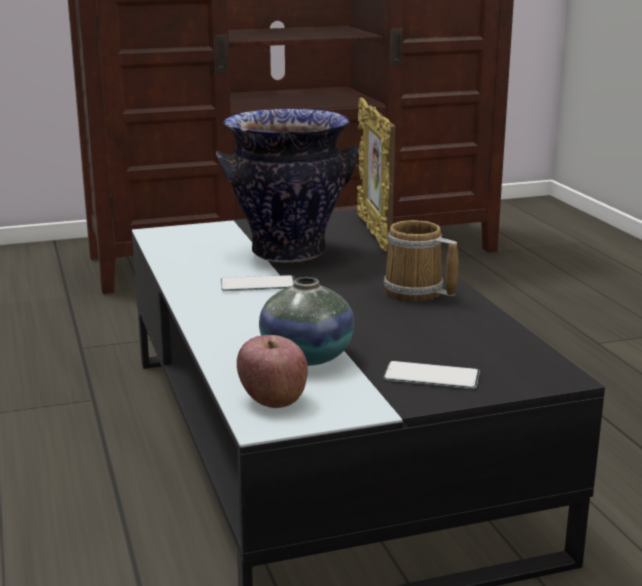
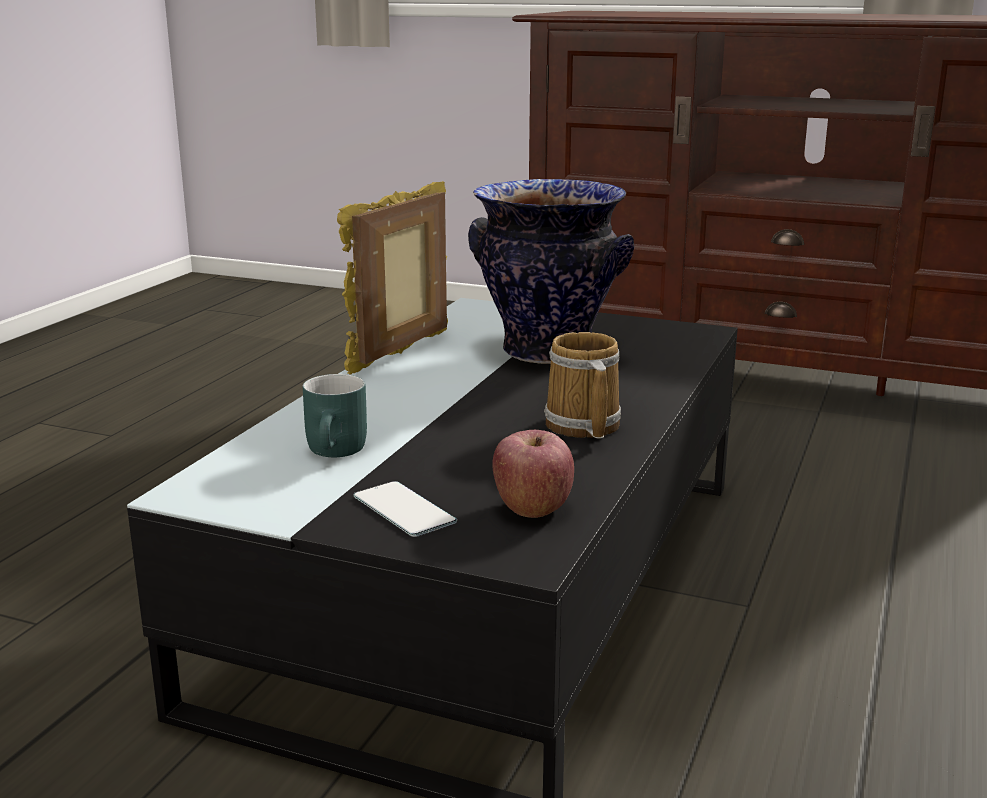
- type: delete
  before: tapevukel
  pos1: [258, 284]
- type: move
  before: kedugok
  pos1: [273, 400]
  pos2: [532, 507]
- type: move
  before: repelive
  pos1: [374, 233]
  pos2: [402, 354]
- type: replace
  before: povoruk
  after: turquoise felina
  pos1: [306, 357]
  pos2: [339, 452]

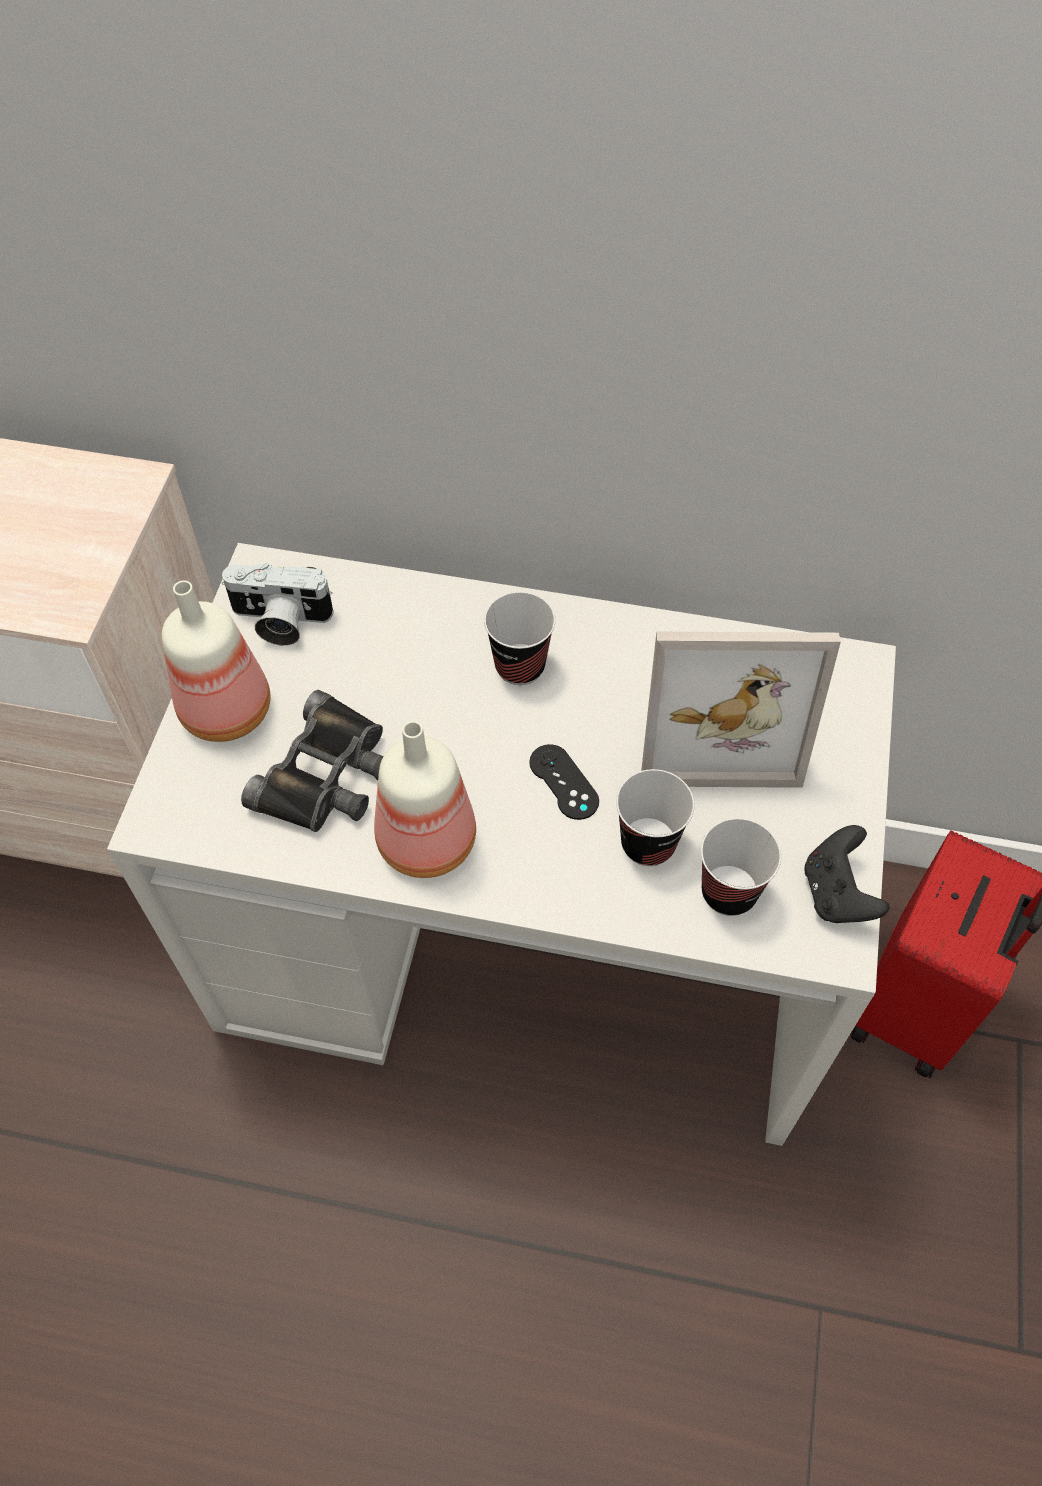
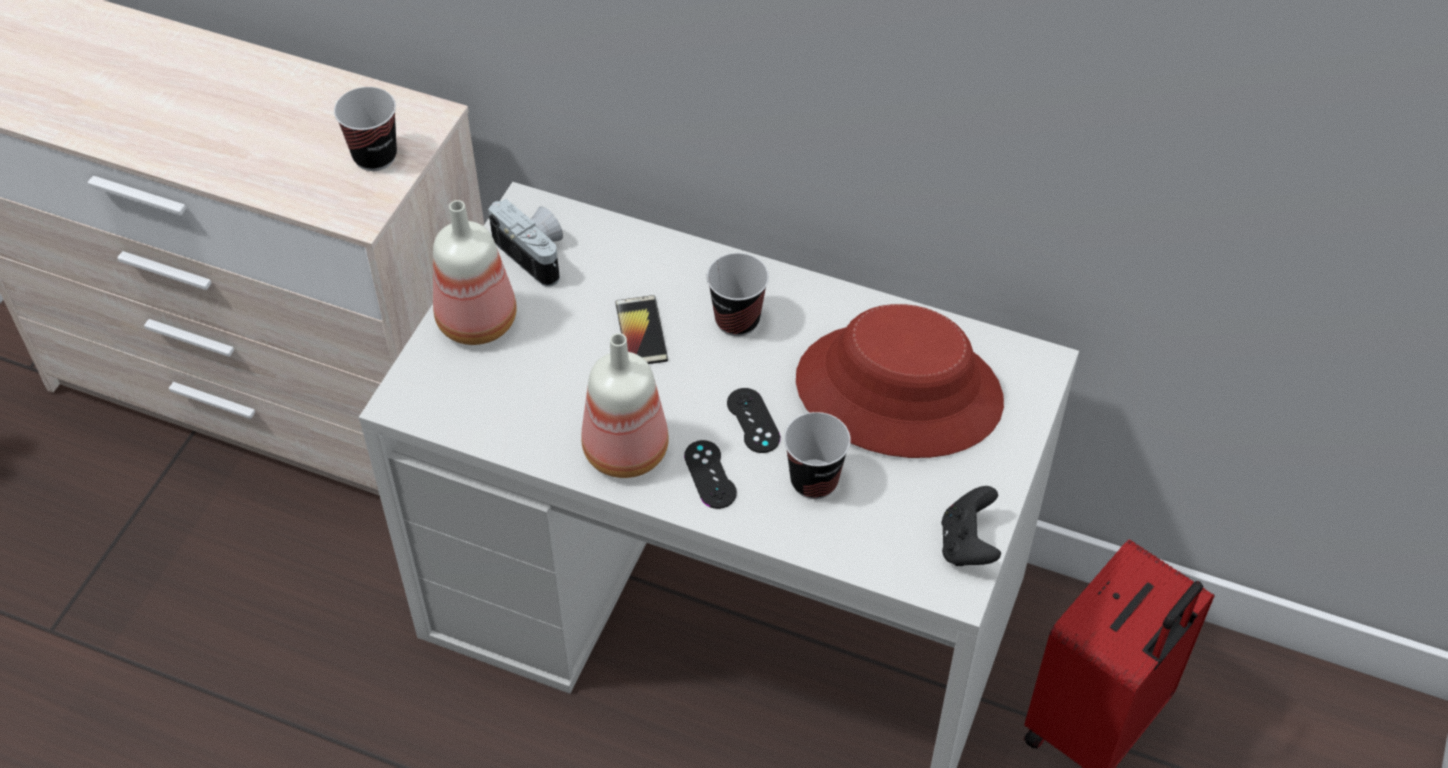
- type: delete
  before: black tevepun
  pos1: [327, 775]
- type: insert
  after: tapevukel
  pos2: [641, 332]
- type: insert
  after: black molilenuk
  pos2: [710, 474]
- type: move
  before: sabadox
  pos1: [729, 892]
  pos2: [375, 156]
- type: replace
  before: repelive
  after: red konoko
  pos1: [716, 722]
  pos2: [899, 391]
- type: rotate
  before: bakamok
  pos1: [279, 621]
  pos2: [536, 253]
  turn: -150

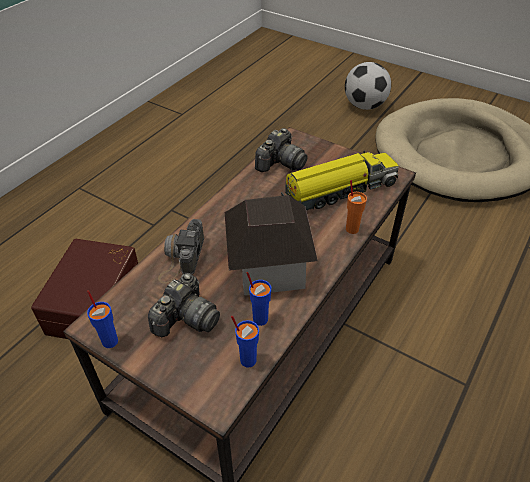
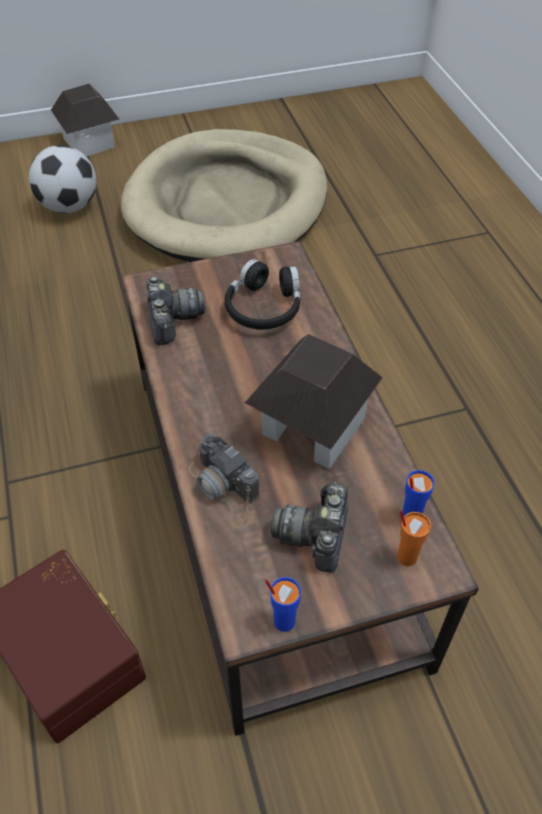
- type: delete
  before: blue sabadox
  pos1: [260, 319]
- type: insert
  after: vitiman
  pos2: [90, 142]
- type: move
  before: orange sabadox
  pos1: [352, 228]
  pos2: [406, 556]
- type: replace
  before: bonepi
  after: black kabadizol
  pos1: [338, 191]
  pos2: [264, 307]
- type: rotate
  before: bakamok
  pos1: [186, 319]
  pos2: [315, 535]
  turn: -150

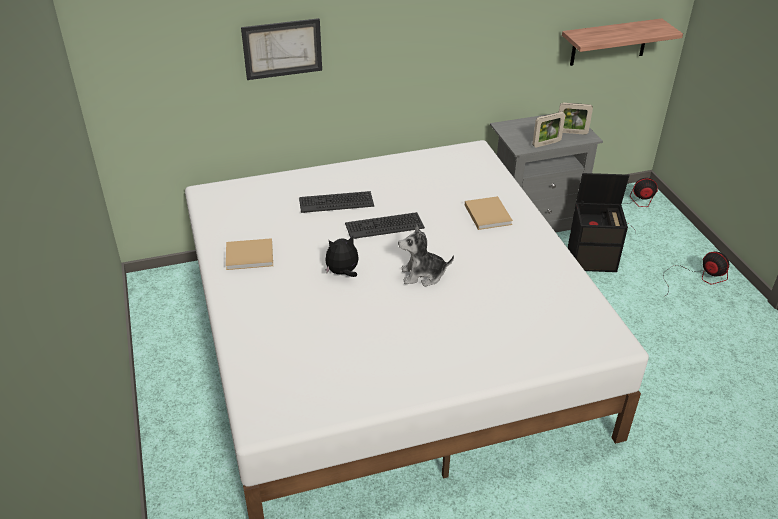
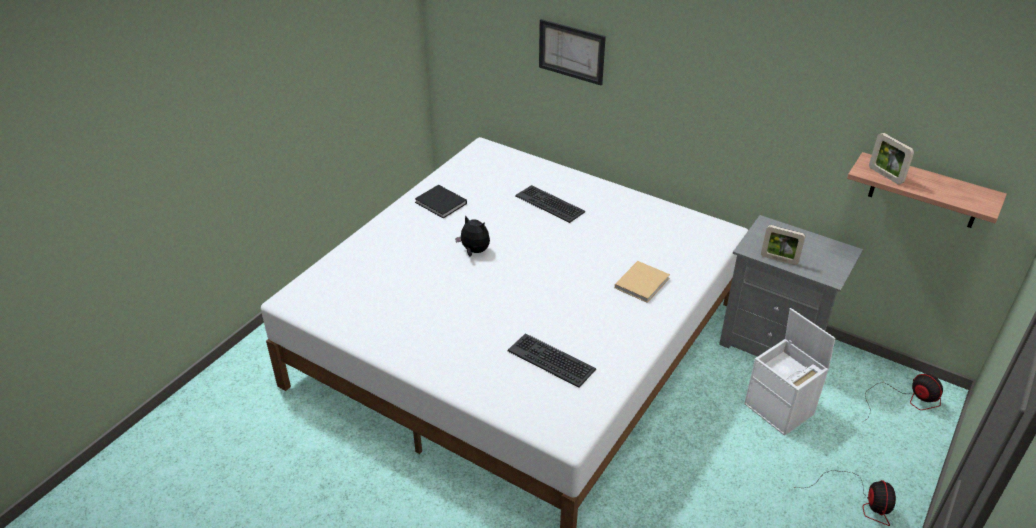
- type: delete
  before: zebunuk
  pos1: [423, 275]
- type: move
  before: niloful
  pos1: [384, 226]
  pos2: [551, 360]
- type: move
  before: repelive
  pos1: [571, 132]
  pos2: [885, 175]
- type: recolor
  before: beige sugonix
  after: black sugonix
  pos1: [251, 256]
  pos2: [442, 203]
- type: recolor
  before: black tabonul
  after: white tabonul
  pos1: [592, 258]
  pos2: [780, 409]

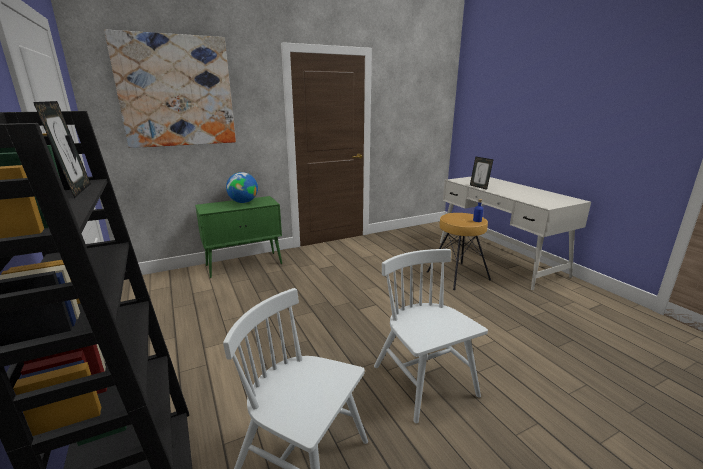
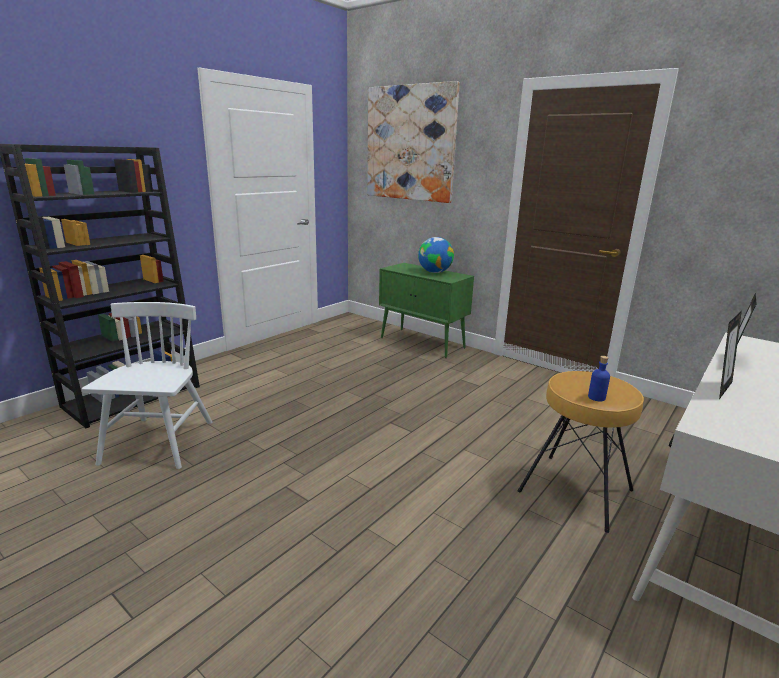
- type: delete
  before: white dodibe
  pos1: [424, 381]
- type: move
  before: repelive
  pos1: [77, 191]
  pos2: [720, 389]

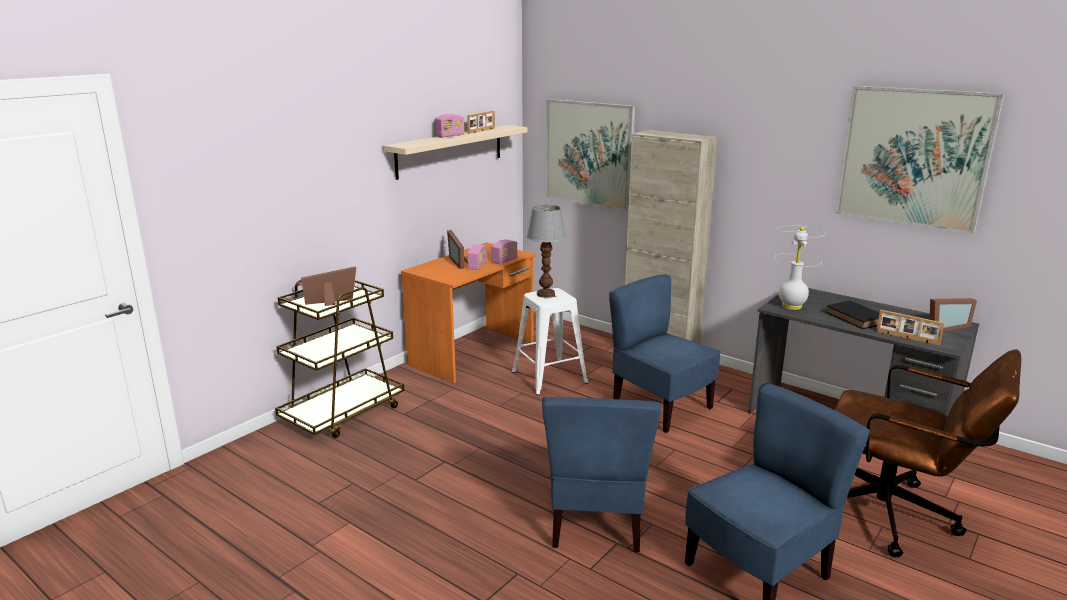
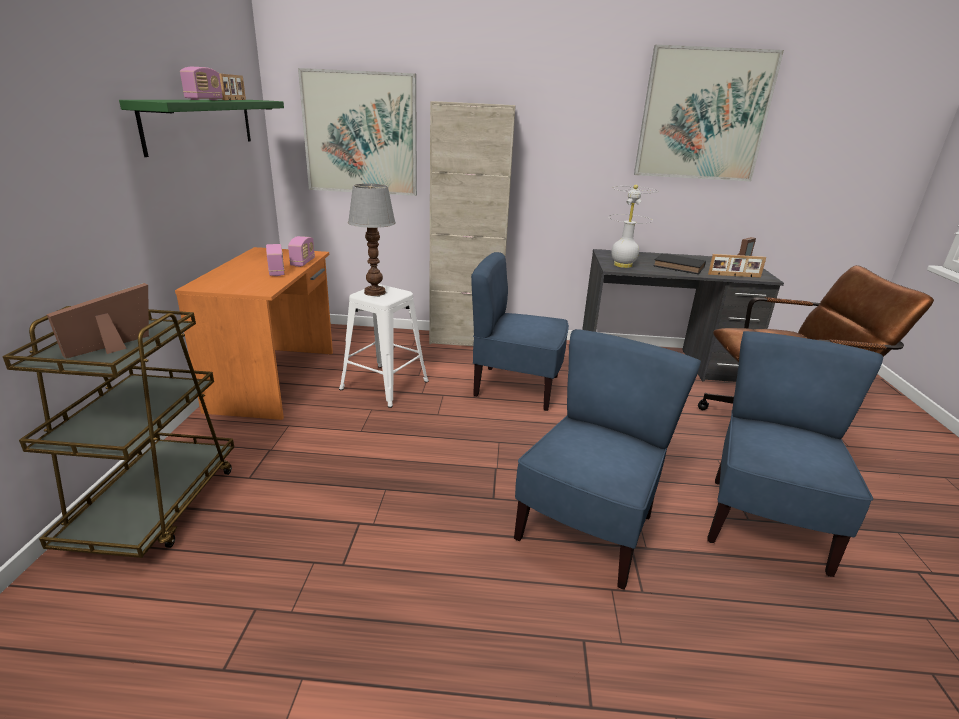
- type: delete
  before: repelive
  pos1: [460, 262]
- type: recolor
  before: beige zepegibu
  after: green zepegibu
  pos1: [450, 151]
  pos2: [201, 124]
- type: rotate
  before: blue dodibe
  pos1: [596, 520]
  pos2: [587, 529]
  turn: -120

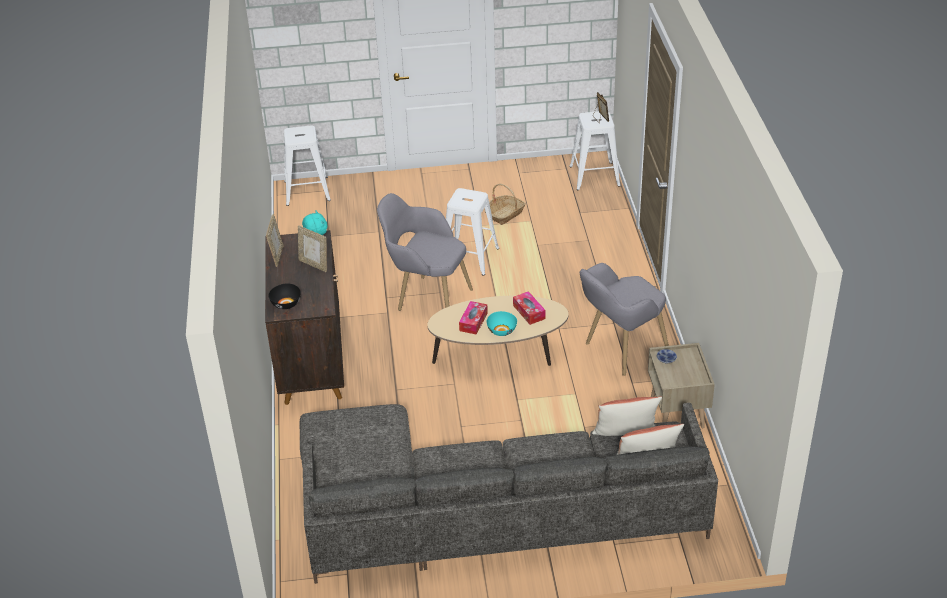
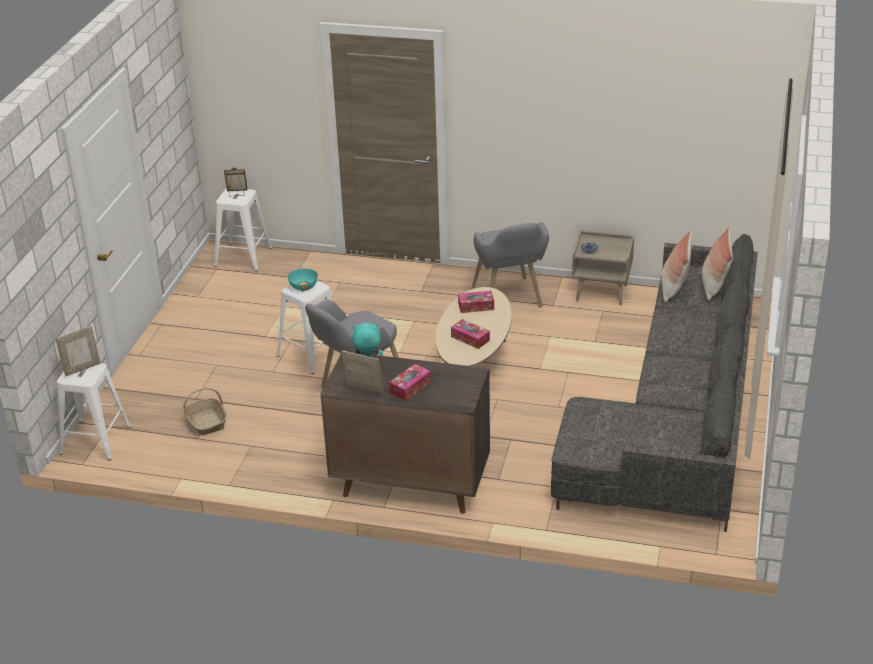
- type: delete
  before: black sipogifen
  pos1: [286, 304]
- type: insert
  after: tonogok
  pos2: [410, 387]
- type: move
  before: repelive
  pos1: [314, 264]
  pos2: [82, 368]
- type: move
  before: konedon
  pos1: [505, 214]
  pos2: [206, 422]
- type: move
  before: turquoise sipogifen
  pos1: [502, 331]
  pos2: [303, 286]

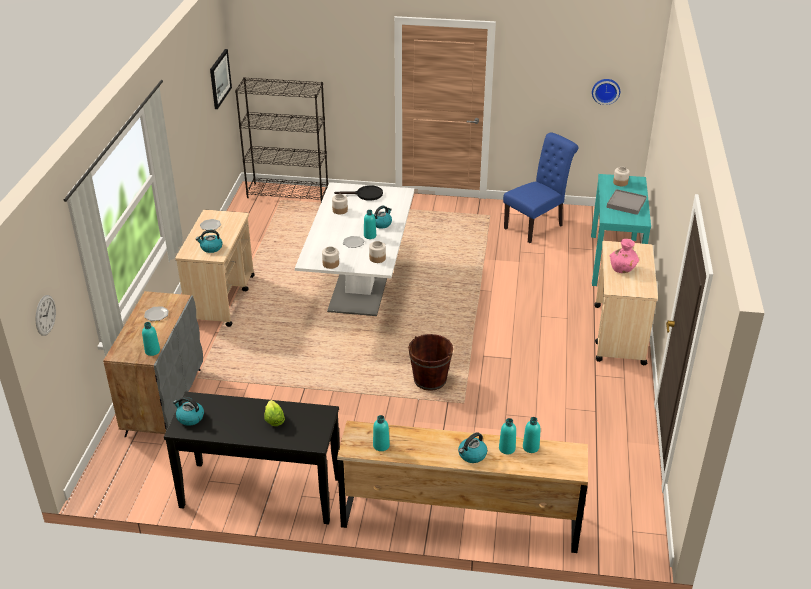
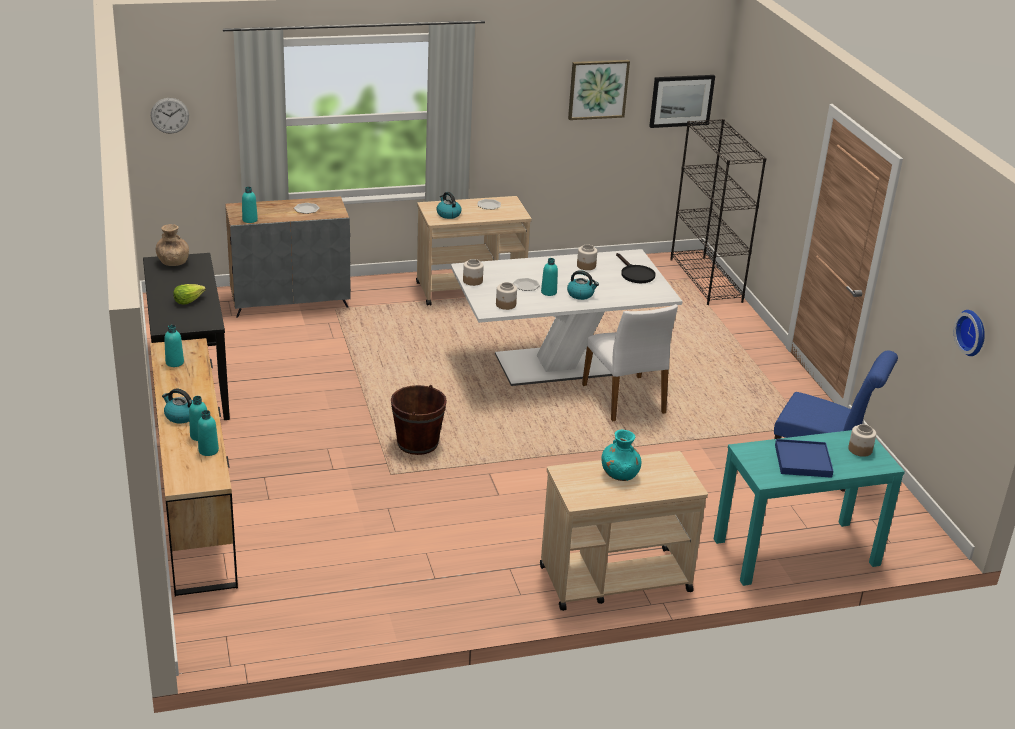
- type: insert
  after: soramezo
  pos2: [598, 89]
- type: insert
  after: white dodibe
  pos2: [625, 399]
- type: replace
  before: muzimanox
  after: brown povoruk
  pos1: [190, 418]
  pos2: [173, 262]
- type: recolor
  before: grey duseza
  after: blue duseza
  pos1: [626, 204]
  pos2: [802, 461]
- type: recolor
  before: pink povoruk
  after: turquoise povoruk
  pos1: [622, 269]
  pos2: [620, 474]

